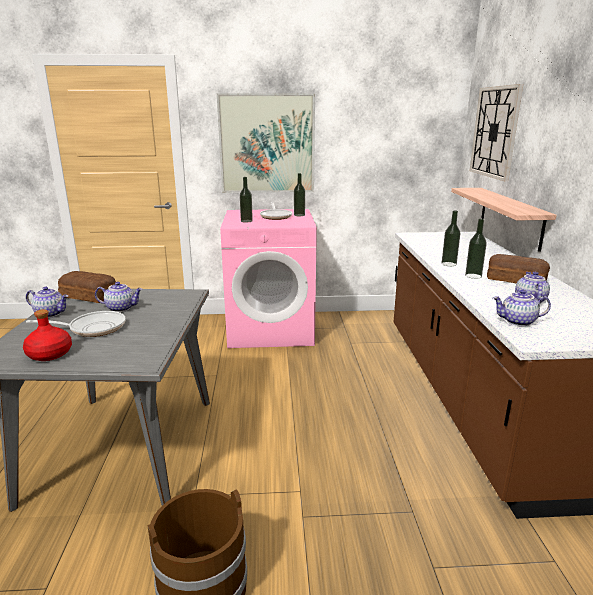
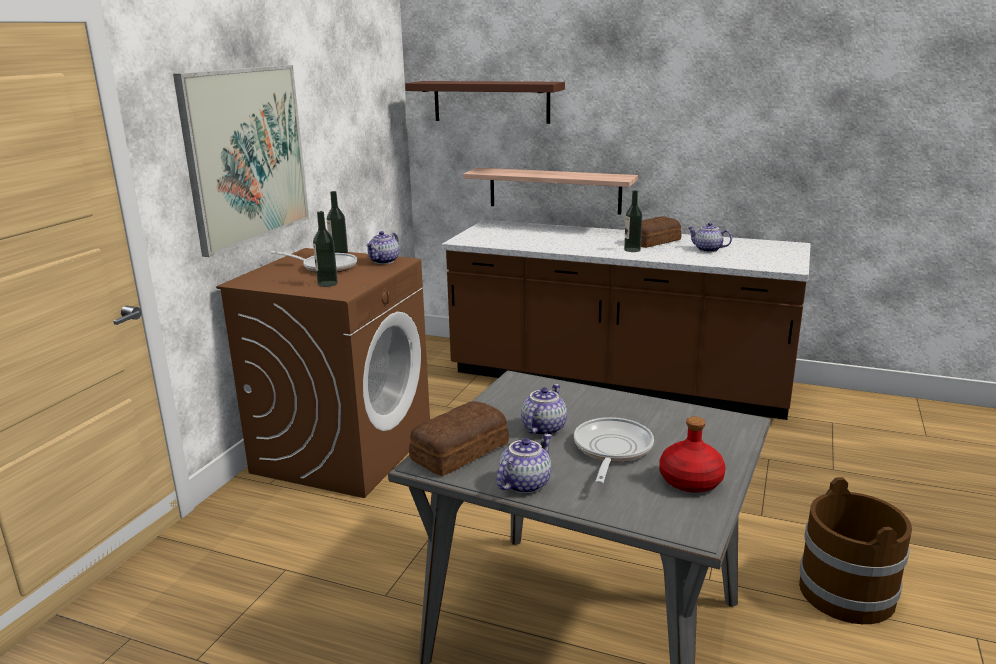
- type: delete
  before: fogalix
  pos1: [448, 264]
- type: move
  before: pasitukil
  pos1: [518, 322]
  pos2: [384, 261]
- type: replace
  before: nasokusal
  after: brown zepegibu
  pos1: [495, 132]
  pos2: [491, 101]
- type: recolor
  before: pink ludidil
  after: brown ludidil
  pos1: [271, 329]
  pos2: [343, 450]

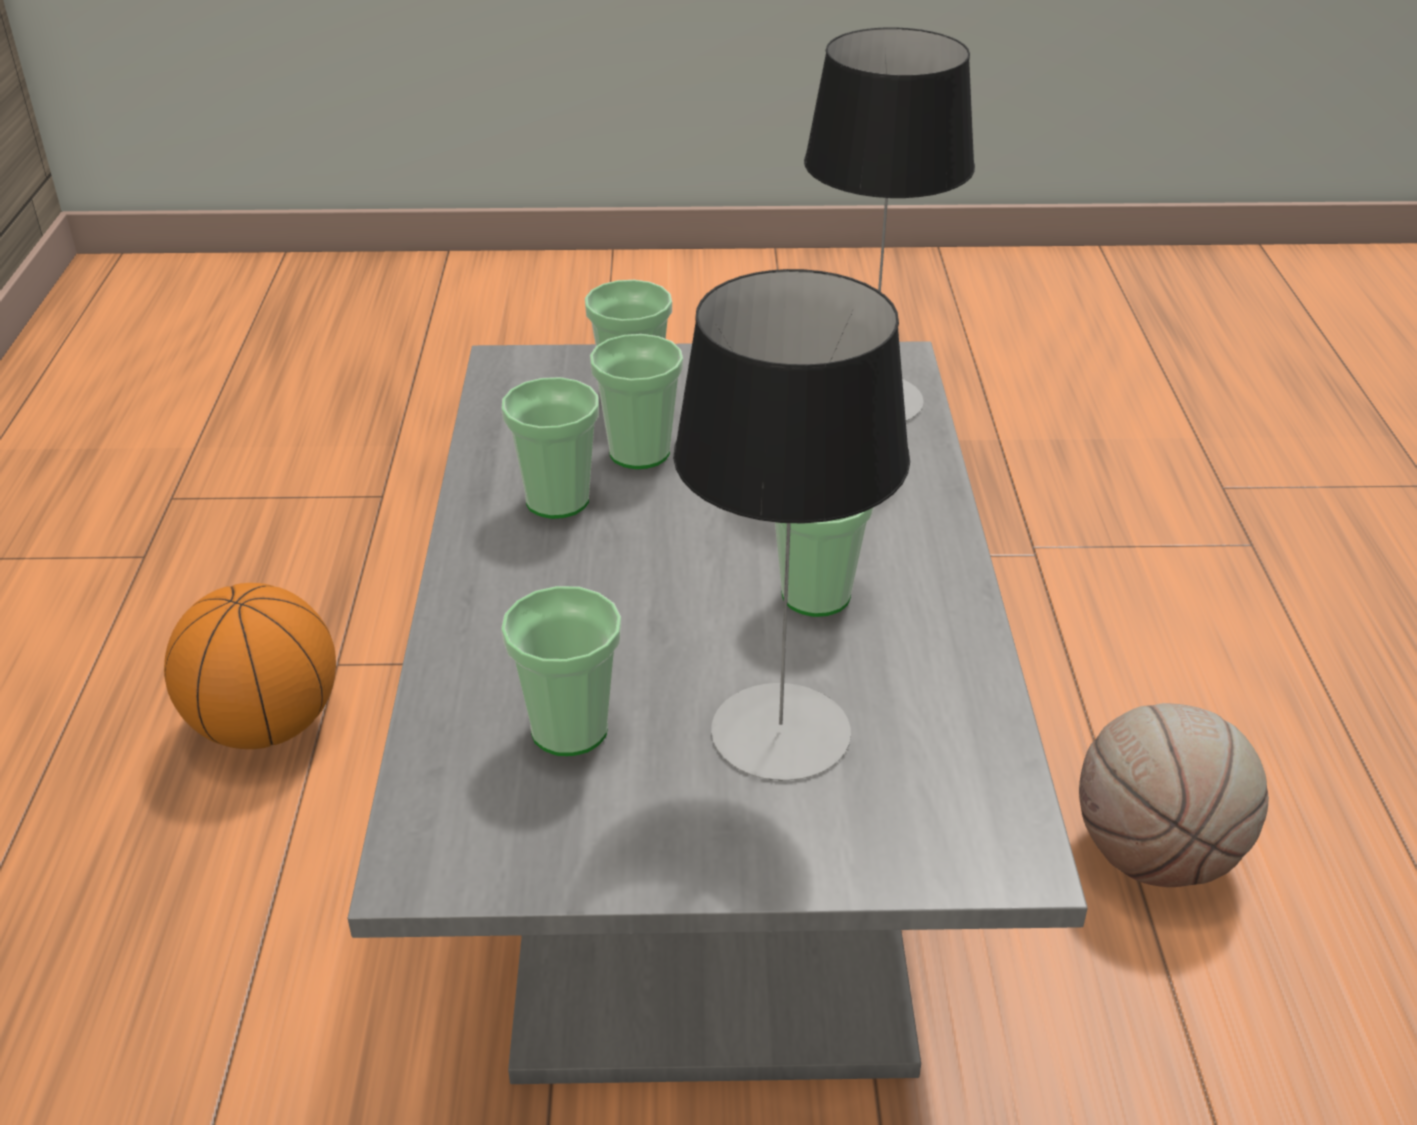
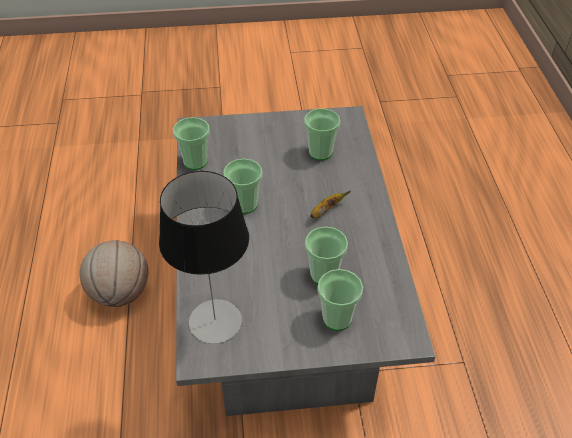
- type: delete
  before: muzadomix
  pos1: [265, 726]
- type: delete
  before: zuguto
  pos1: [780, 732]
- type: insert
  after: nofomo
  pos2: [326, 210]
- type: move
  before: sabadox
  pos1: [557, 500]
  pos2: [195, 162]

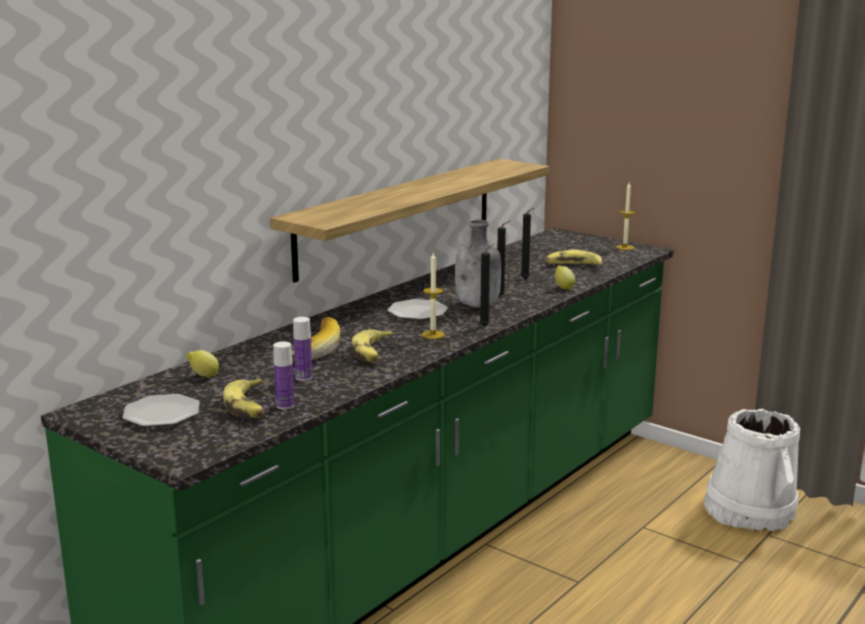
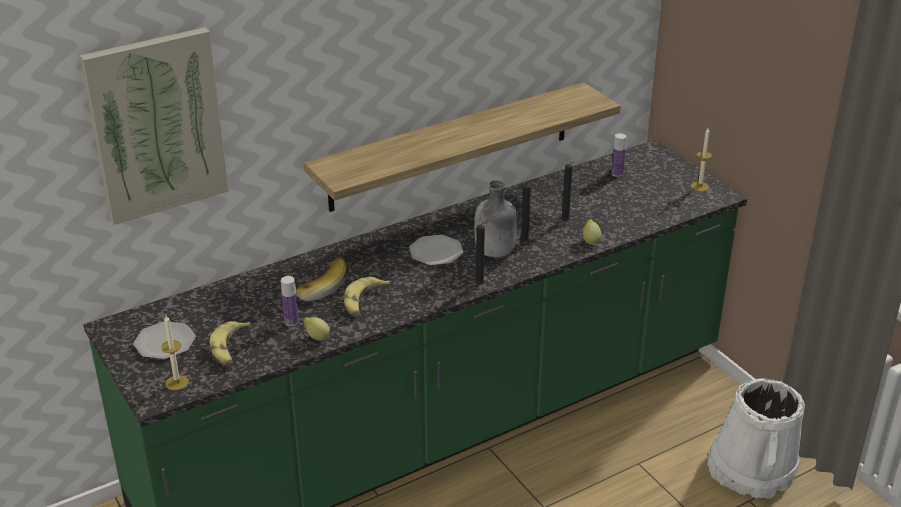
- type: delete
  before: nofomo
  pos1: [573, 266]
- type: insert
  after: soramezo
  pos2: [156, 125]
- type: move
  before: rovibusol
  pos1: [203, 376]
  pos2: [317, 338]
- type: move
  before: fogalix
  pos1: [285, 405]
  pos2: [617, 173]
- type: move
  before: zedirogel
  pos1: [433, 334]
  pos2: [177, 382]

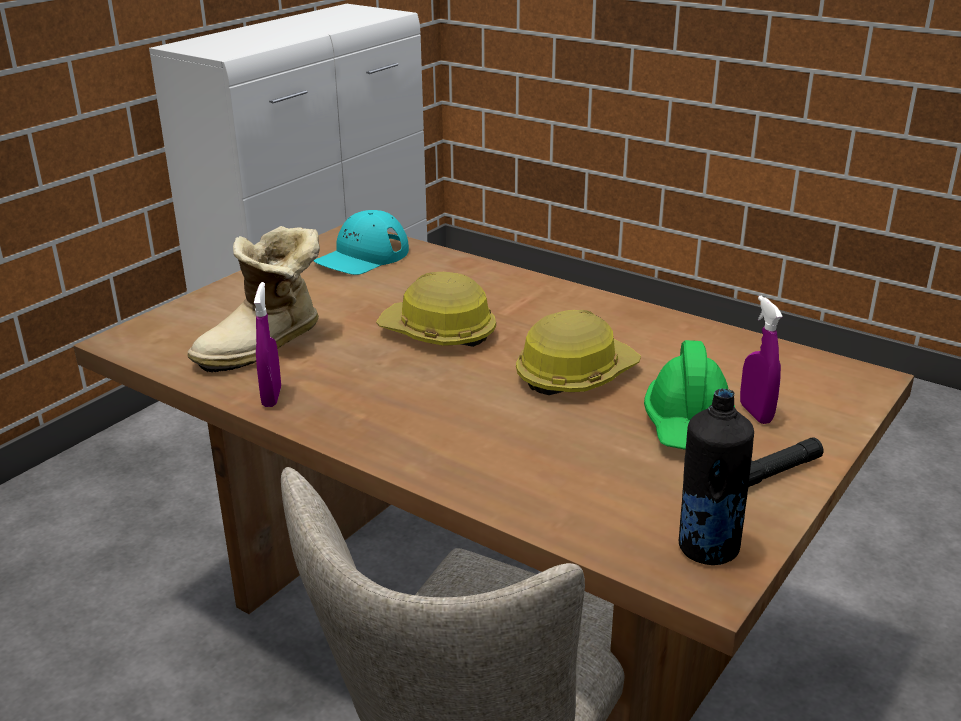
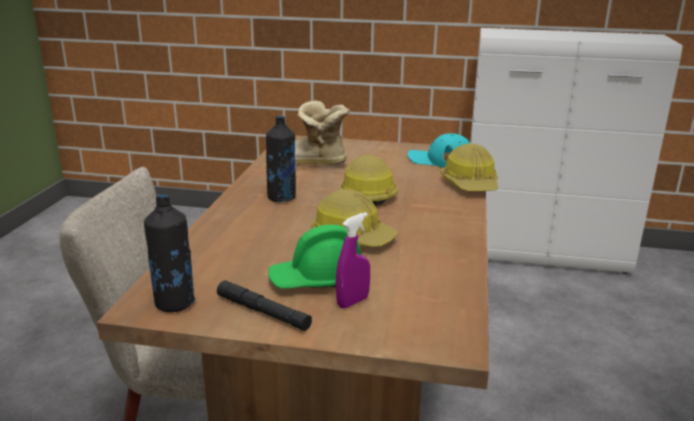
- type: delete
  before: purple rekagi
  pos1: [271, 397]
- type: insert
  after: black fogalix
  pos2: [282, 198]
- type: insert
  after: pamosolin
  pos2: [470, 184]

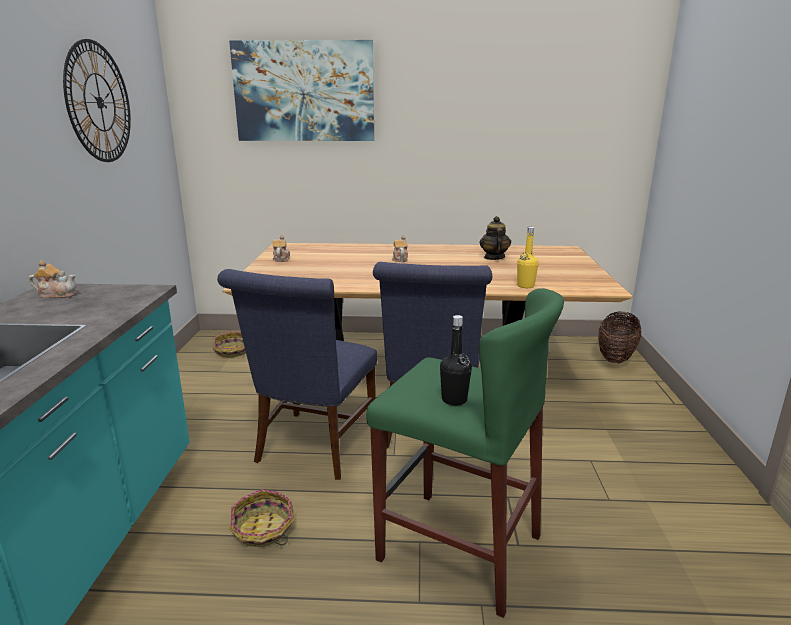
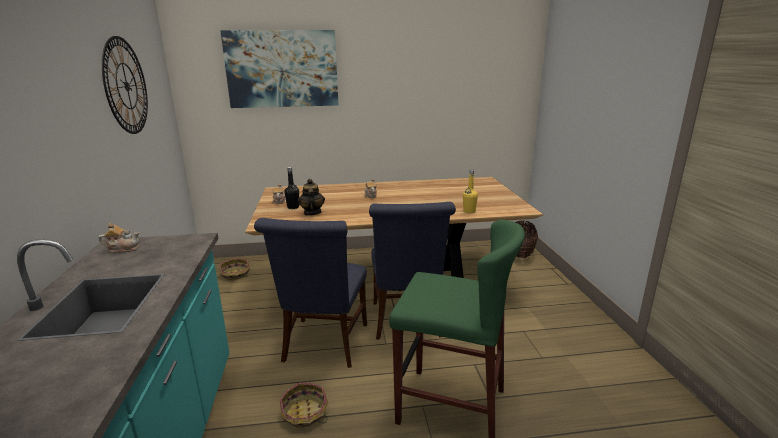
- type: move
  before: black fogalix
  pos1: [454, 399]
  pos2: [293, 207]
- type: move
  before: pasitukil
  pos1: [494, 258]
  pos2: [312, 213]

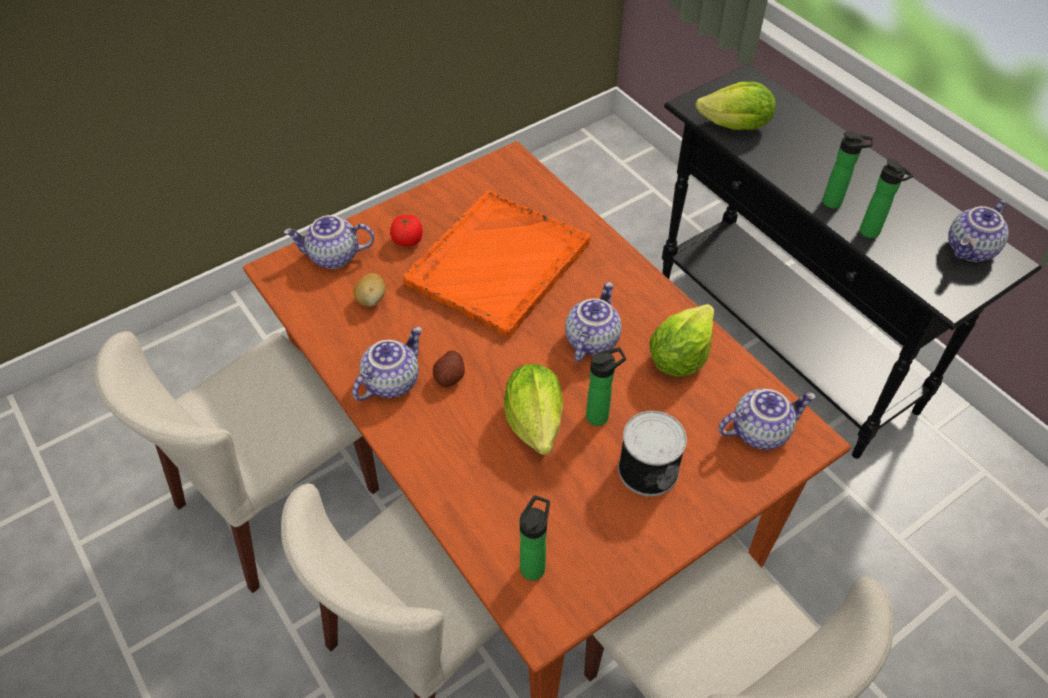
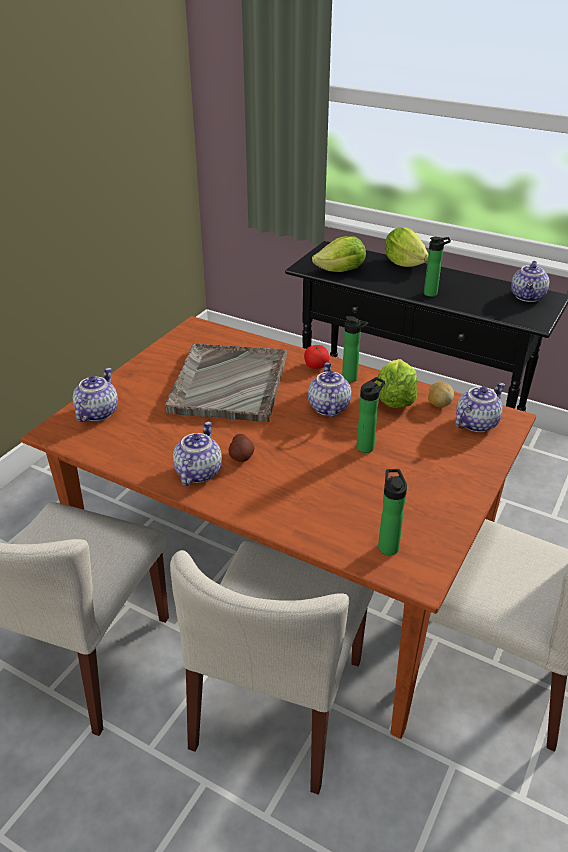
- type: delete
  before: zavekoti
  pos1: [647, 468]
- type: move
  before: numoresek
  pos1: [371, 299]
  pos2: [438, 404]
- type: move
  before: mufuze
  pos1: [408, 240]
  pos2: [316, 366]
- type: move
  before: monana
  pos1: [535, 422]
  pos2: [404, 263]
- type: move
  before: fogalix
  pos1: [871, 233]
  pos2: [352, 379]
- type: recolor
  before: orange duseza
  after: grey duseza
  pos1: [497, 264]
  pos2: [228, 384]
- type: rotate
  before: pasitukil
  pos1: [333, 257]
  pos2: [97, 412]
  turn: 135

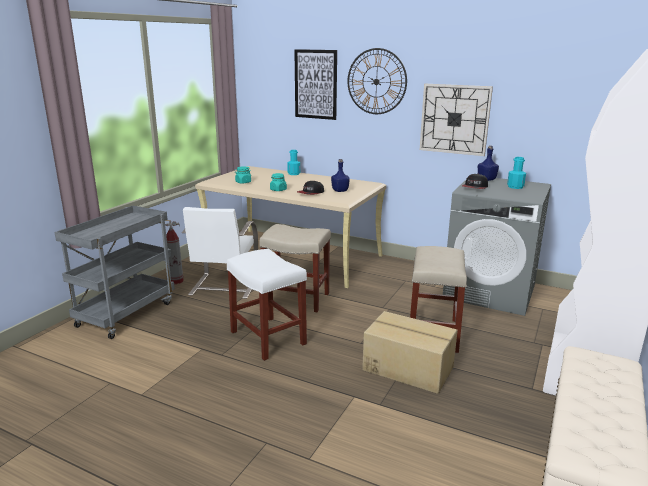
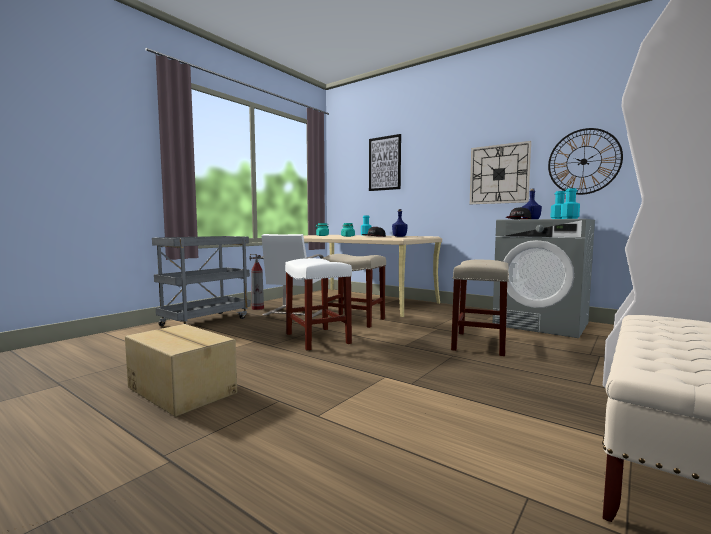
- type: insert
  after: turquoise fogalix
  pos2: [569, 218]
- type: move
  before: nasokusal
  pos1: [376, 81]
  pos2: [583, 161]
- type: move
  before: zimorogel
  pos1: [408, 368]
  pos2: [183, 390]

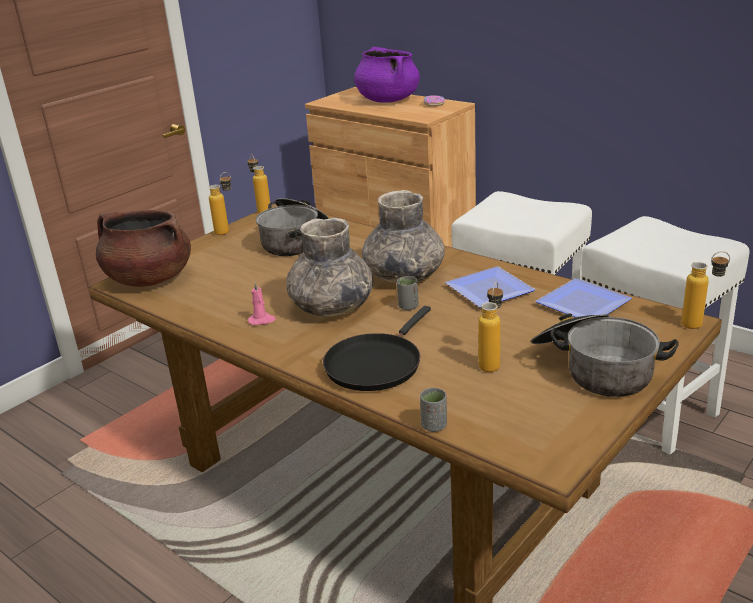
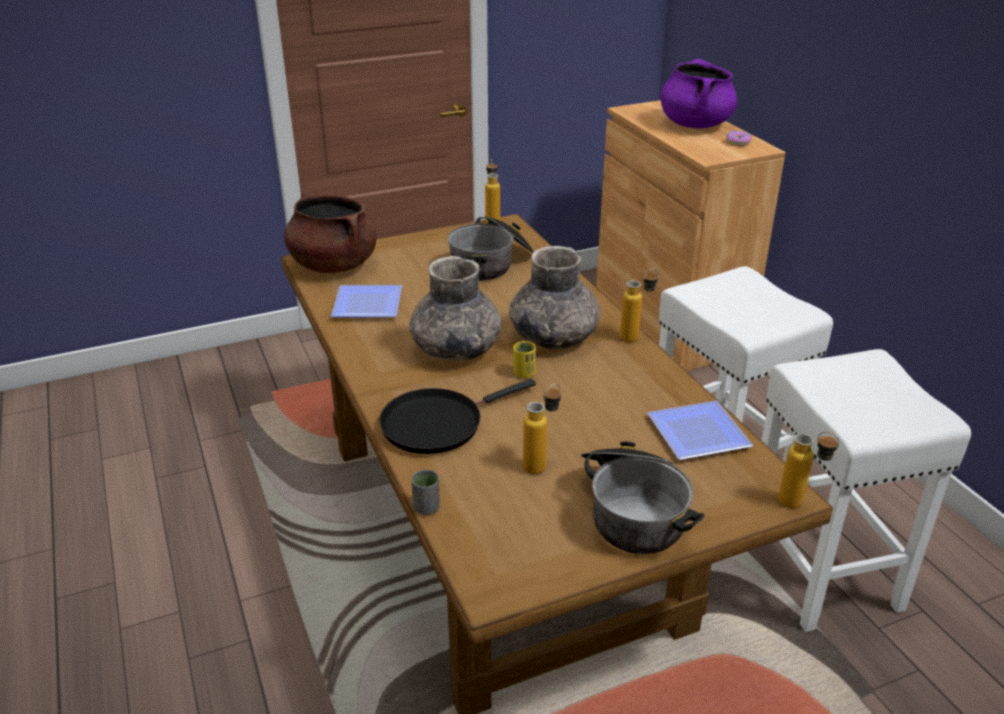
- type: delete
  before: pink zedirogel
  pos1: [262, 320]
- type: move
  before: fogalix
  pos1: [227, 230]
  pos2: [636, 337]
- type: move
  before: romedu
  pos1: [490, 289]
  pos2: [370, 303]
- type: recolor
  before: grey sabadox
  after: yellow sabadox
  pos1: [408, 306]
  pos2: [524, 373]

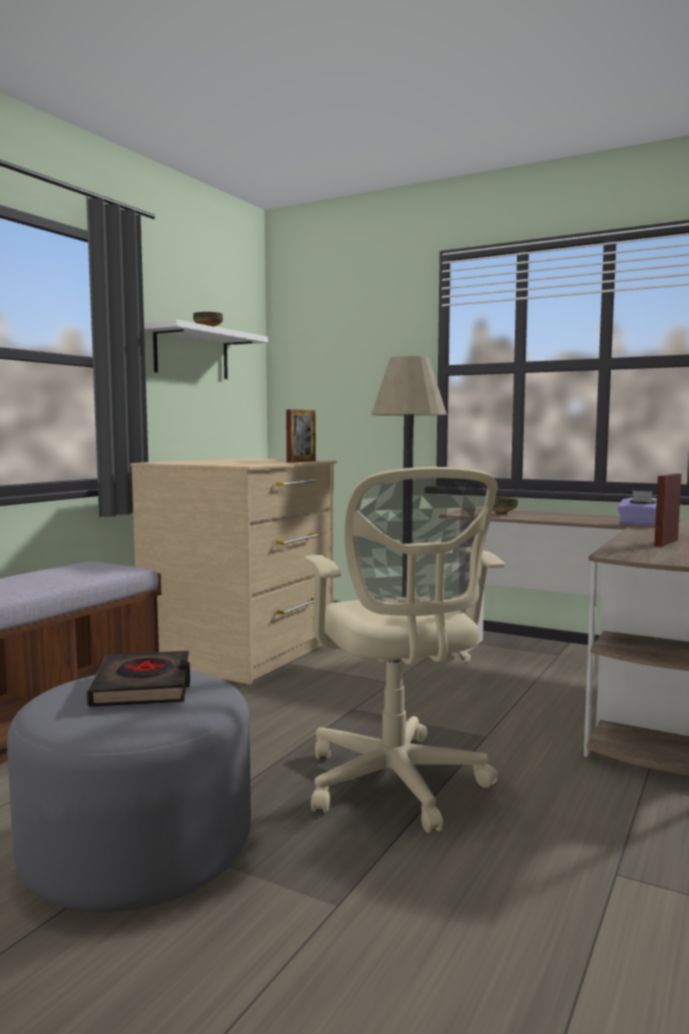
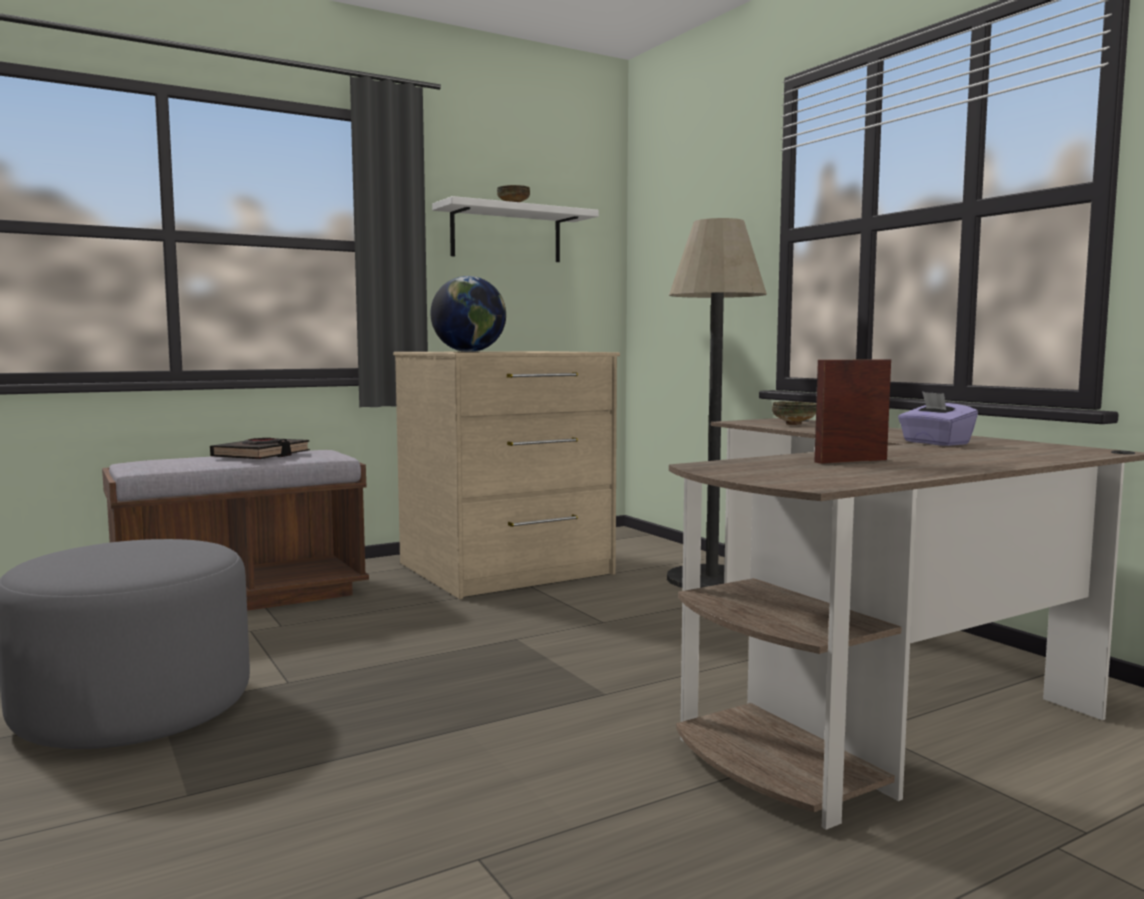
- type: delete
  before: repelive
  pos1: [301, 461]
- type: delete
  before: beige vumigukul
  pos1: [397, 785]
- type: insert
  after: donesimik
  pos2: [469, 352]
- type: move
  before: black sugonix
  pos1: [144, 687]
  pos2: [262, 455]

